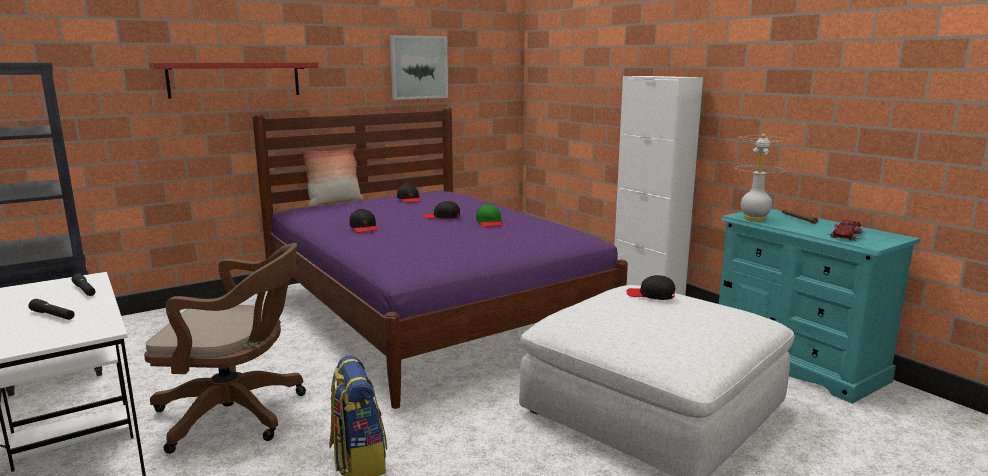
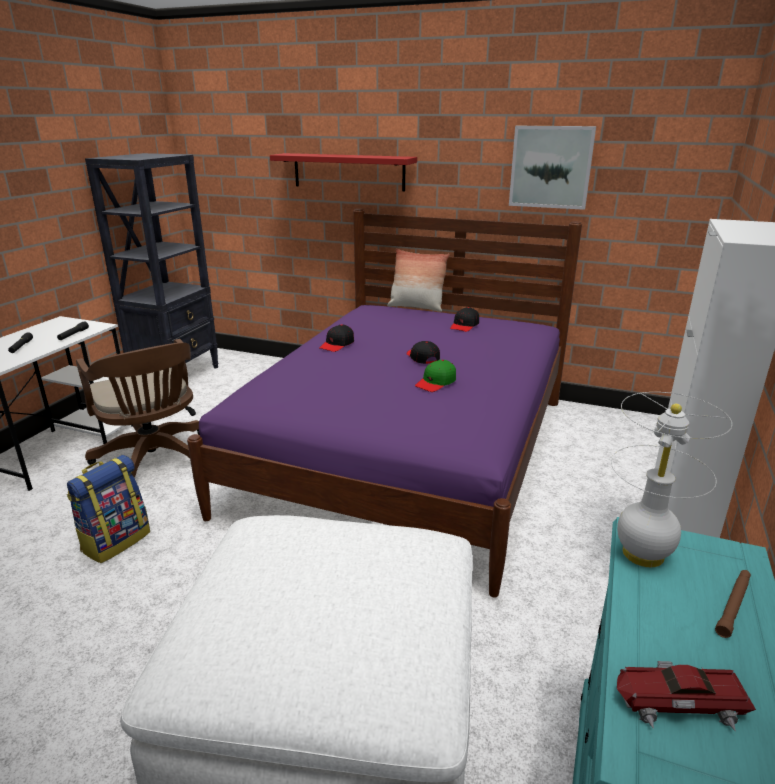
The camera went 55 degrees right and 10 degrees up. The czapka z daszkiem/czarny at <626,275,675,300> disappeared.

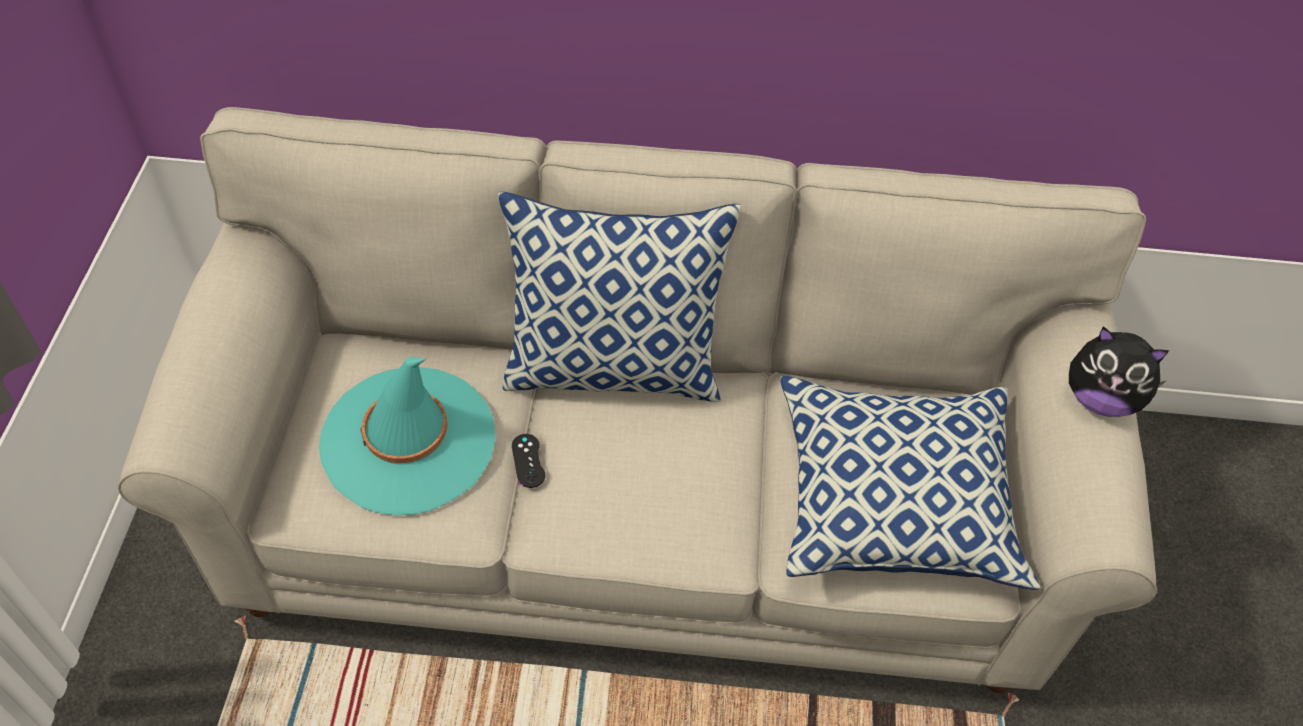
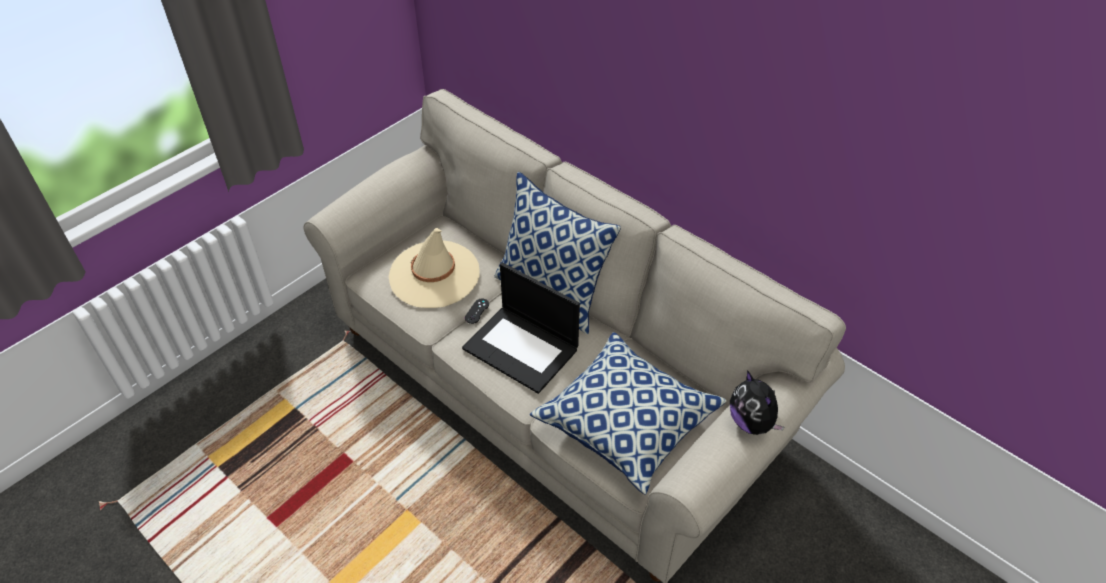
The camera went 40 degrees right and 5 degrees down. The kapelusz/turkusowy at <319,357,495,515> became the kapelusz/beżowy at <389,228,479,308>. The laptop at <462,262,580,394> appeared.

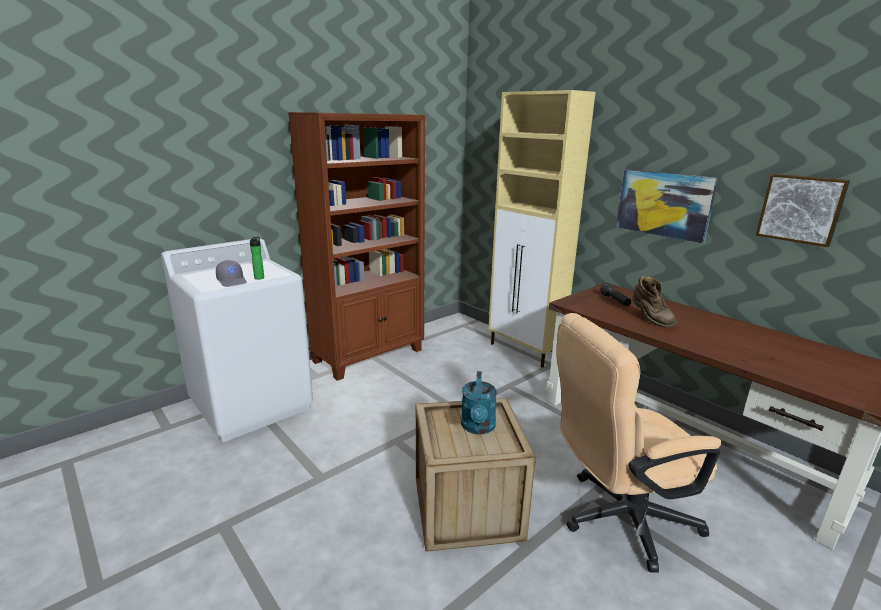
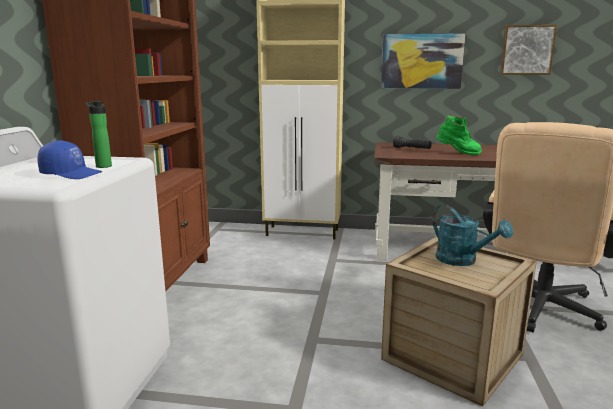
The camera went 40 degrees left and 5 degrees down. The czapka z daszkiem/szary at <216,260,247,287> became the czapka z daszkiem/niebieski at <37,140,103,179>. The but z cholewką/brązowy at <632,276,677,328> became the but z cholewką/zielony at <437,115,482,155>.

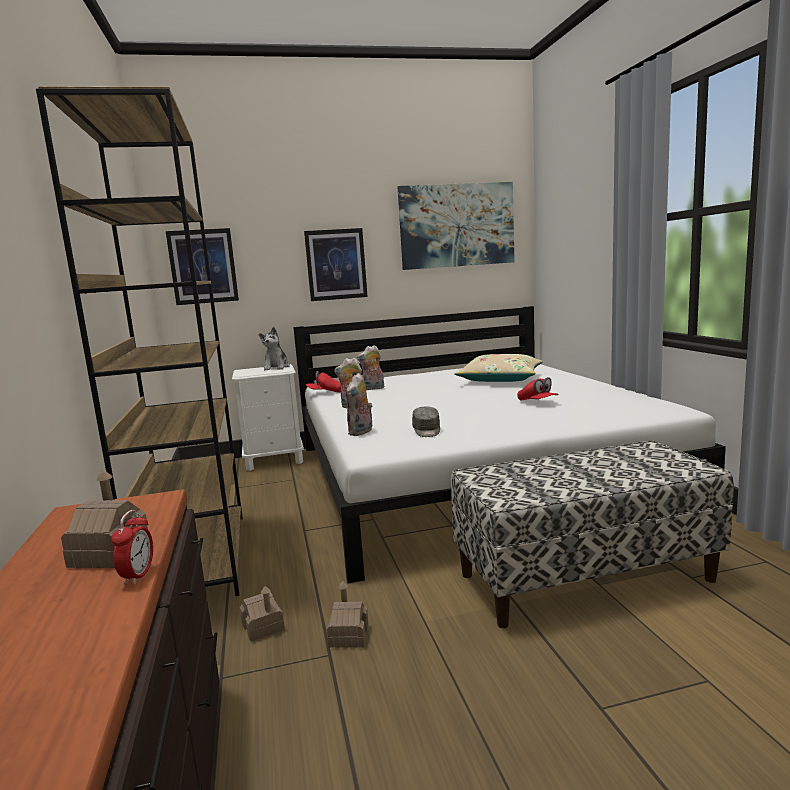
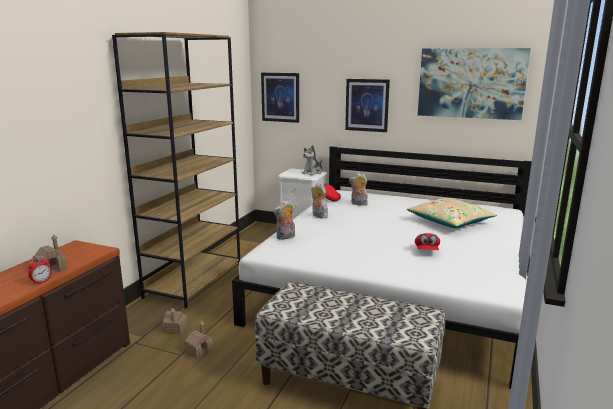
The camera went 35 degrees right and 5 degrees up. The czapka z daszkiem/szary at <412,406,440,437> disappeared.

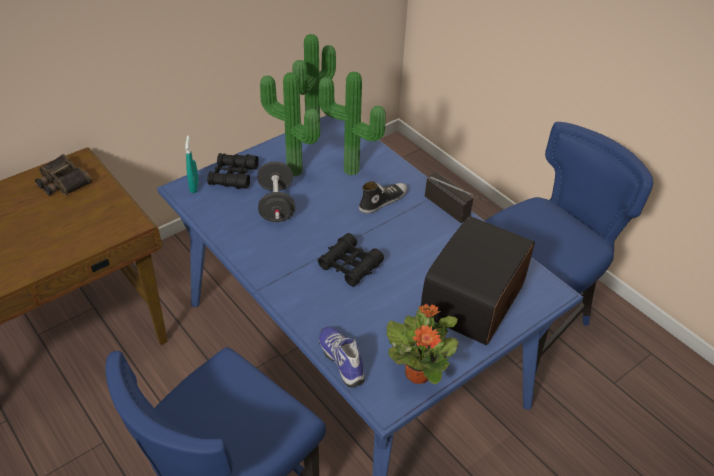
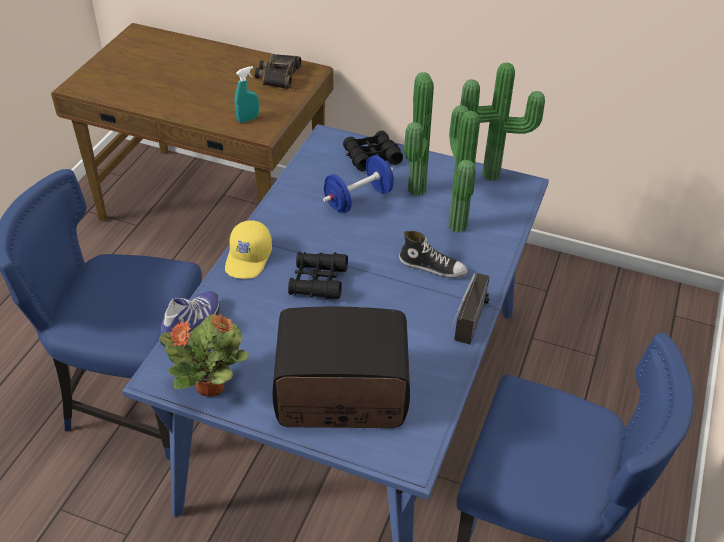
The camera went 60 degrees right and 0 degrees up. The czapka z daszkiem/żółty at <225,220,272,279> appeared. The spryskiwacz/turkusowy moved from <185,135,198,193> to <235,66,259,123>. The hantel/czarny at <257,162,295,222> became the hantel/niebieski at <323,155,394,213>.

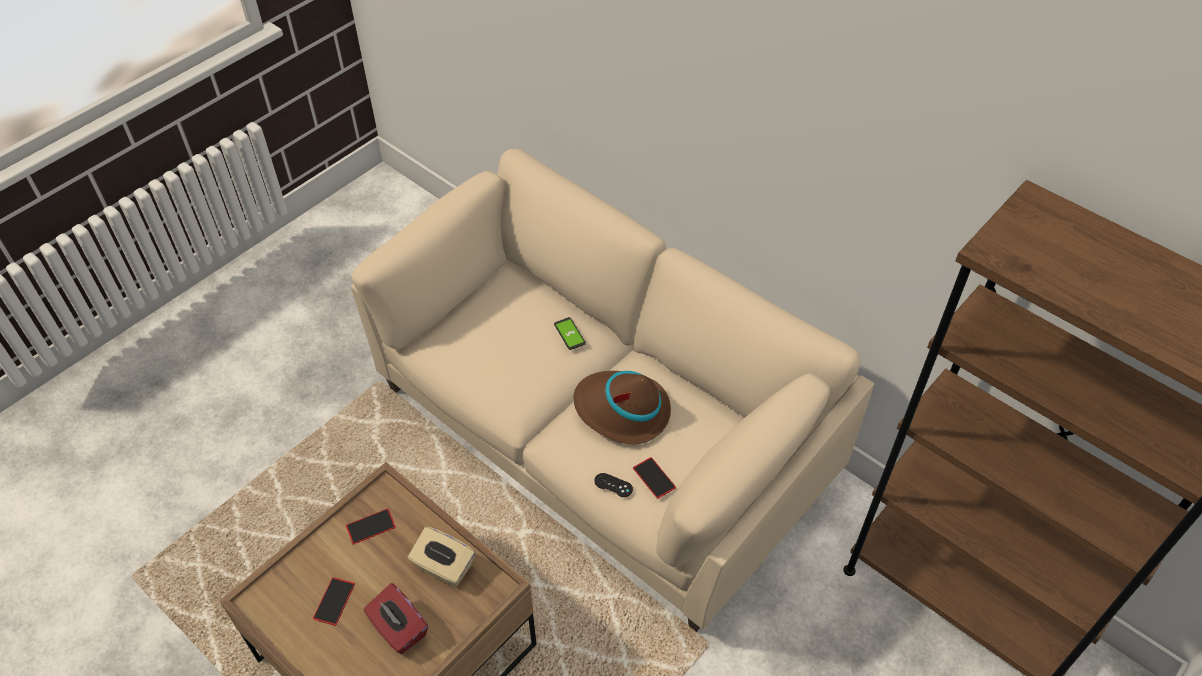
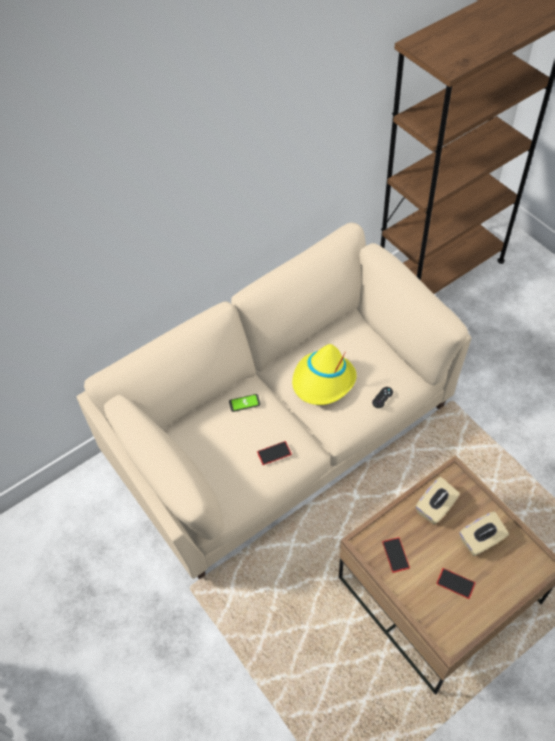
The camera went 75 degrees left and 5 degrees up. The telefon moved from <633,457,676,499> to <257,441,292,465>. The kapelusz/brązowy at <573,371,671,444> became the kapelusz/żółty at <292,344,357,405>. The pudełko chusteczek/czerwony at <364,583,428,654> became the pudełko chusteczek/beżowy at <459,511,509,556>.

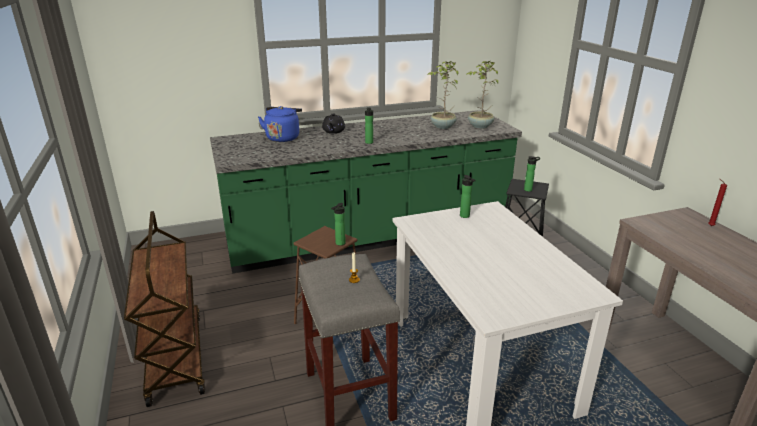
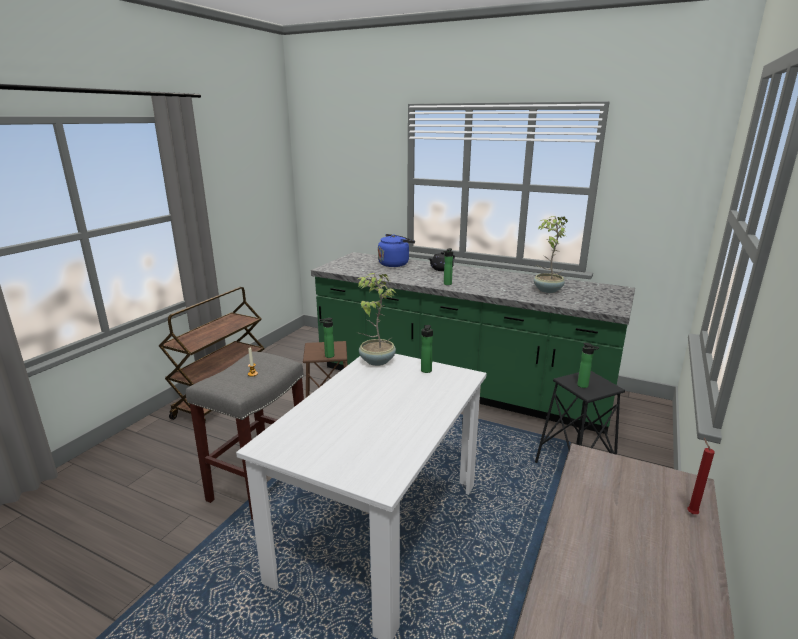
The camera went 45 degrees right and 5 degrees down. The roślina doniczkowa moved from <467,61,498,129> to <358,273,397,366>.

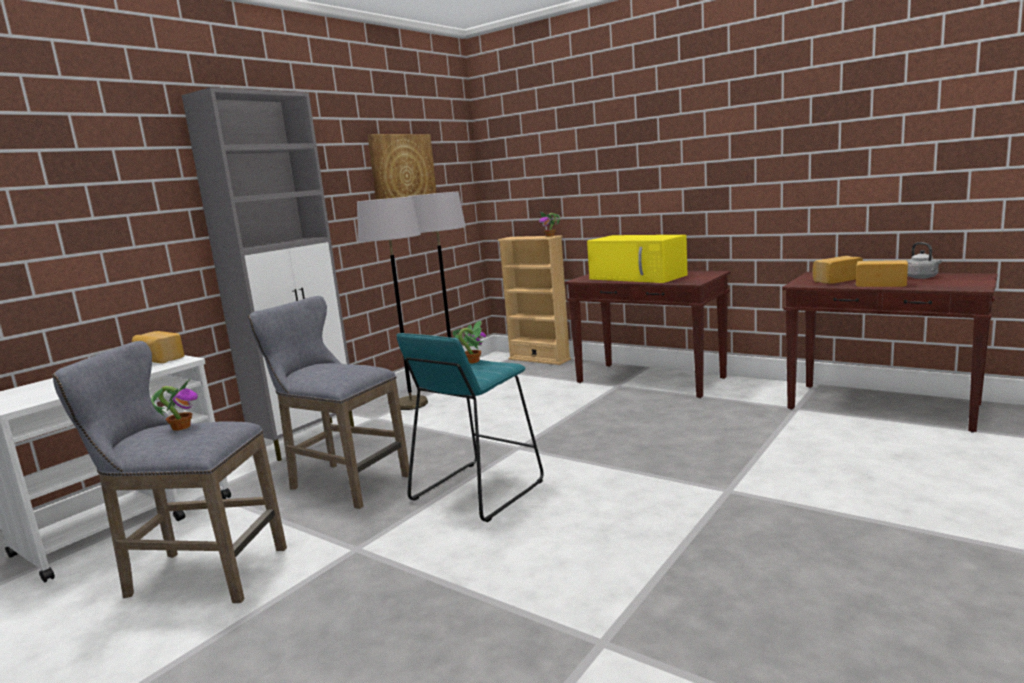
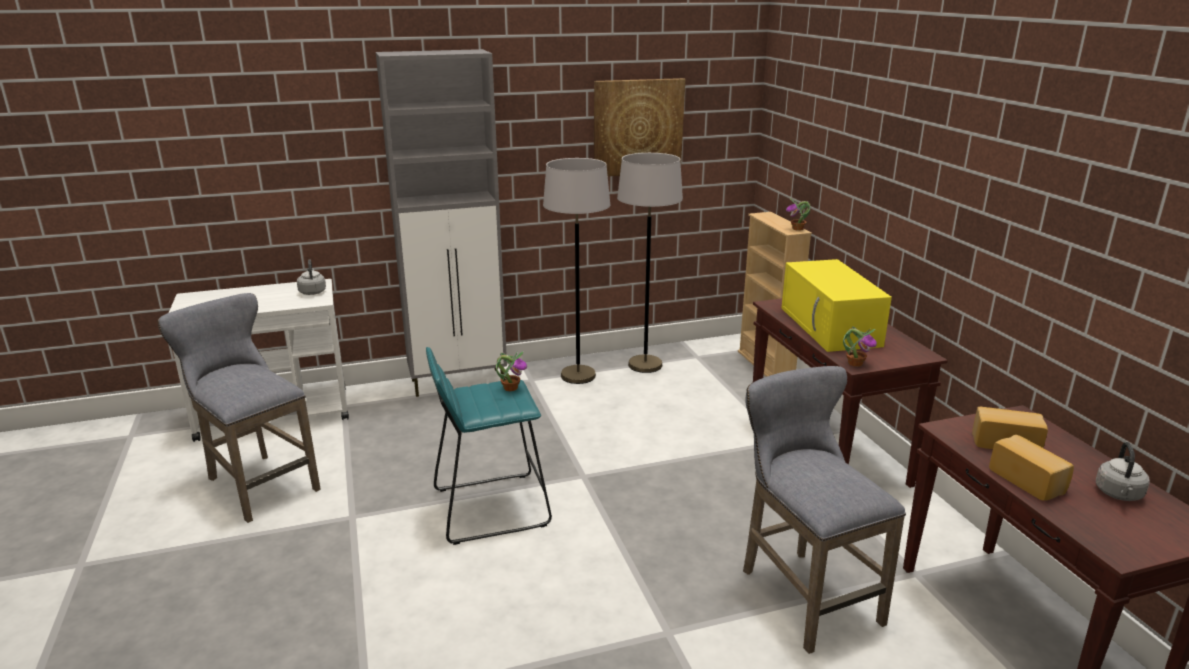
The camera went 35 degrees right and 10 degrees up. The chleb at <132,331,184,363> was replaced by the czajnik/szary at <297,259,326,295>. The stołek/szary moved from <248,296,409,509> to <743,366,906,654>. The roślina doniczkowa moved from <151,379,198,431> to <843,326,877,367>.

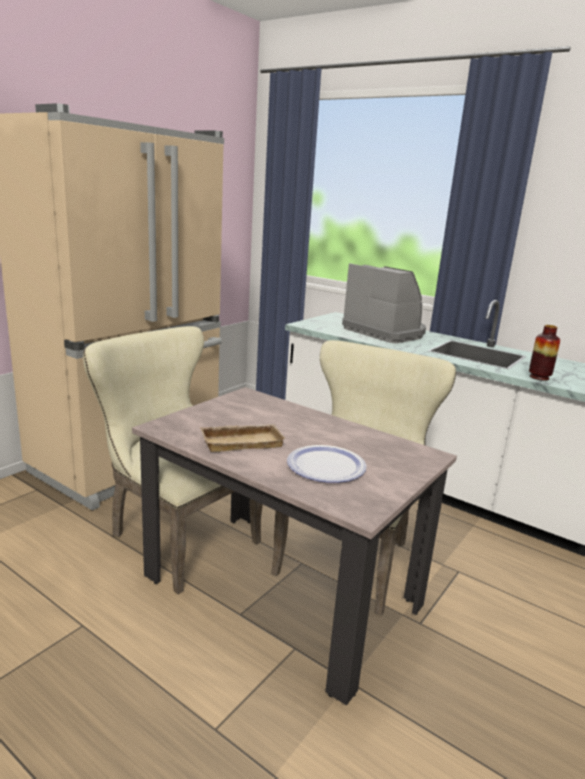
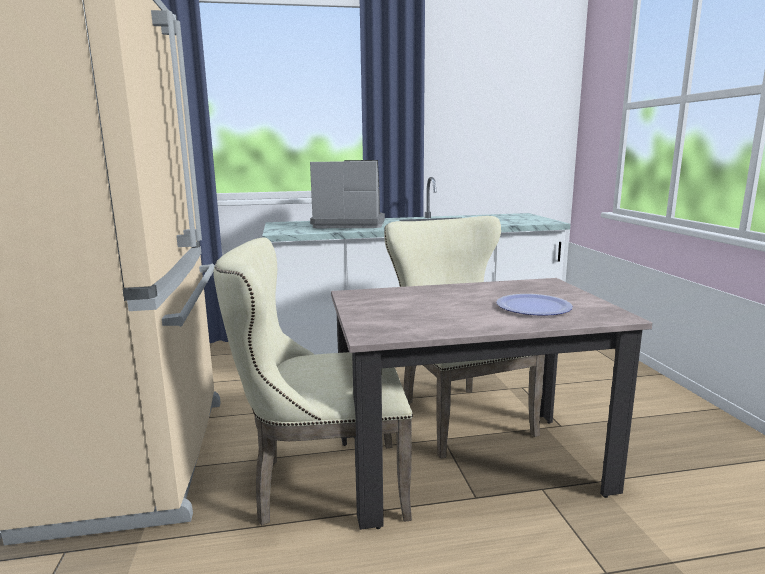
The camera went 45 degrees left and 5 degrees down. The taca/beżowy at <200,424,286,452> disappeared. The wazon at <529,325,560,381> disappeared.

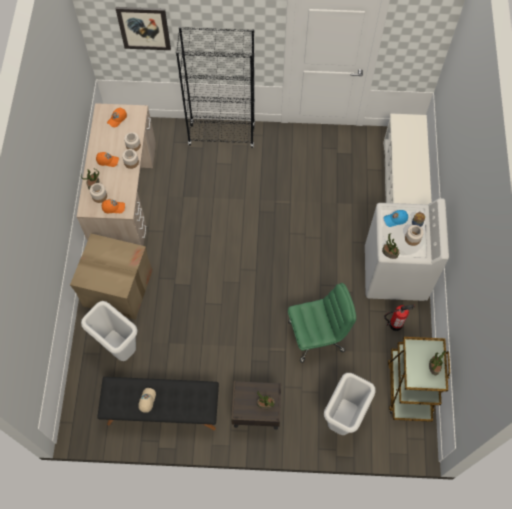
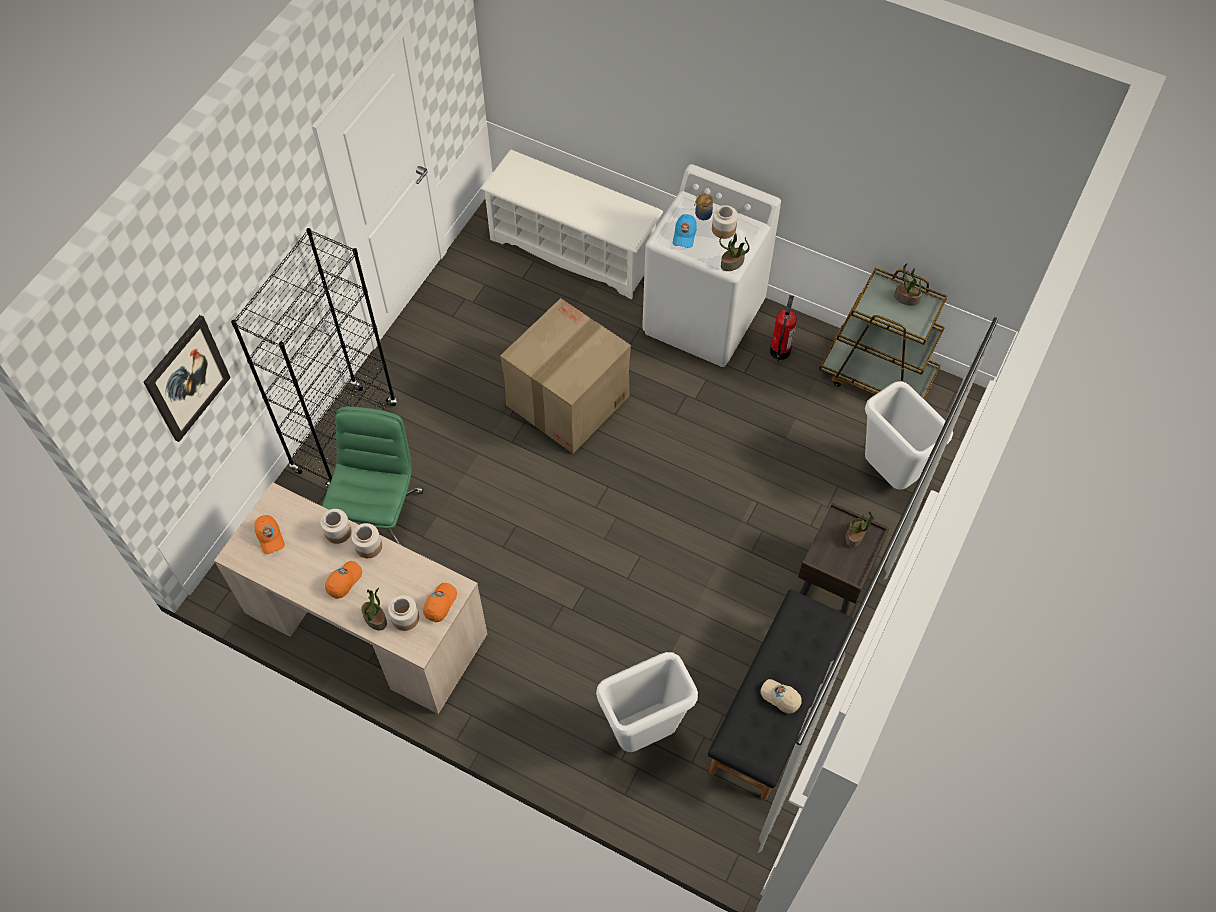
The camera went 65 degrees left and 5 degrees down. The krzesło biurowe/zielony moved from <288,283,356,363> to <322,406,423,546>. The karton moved from <70,233,153,320> to <500,298,631,454>.

